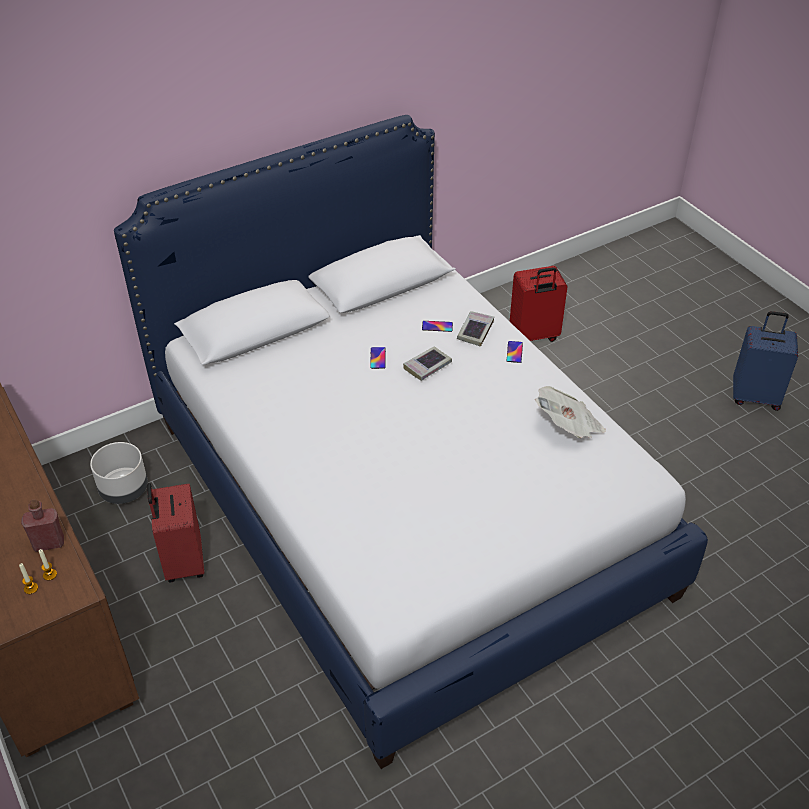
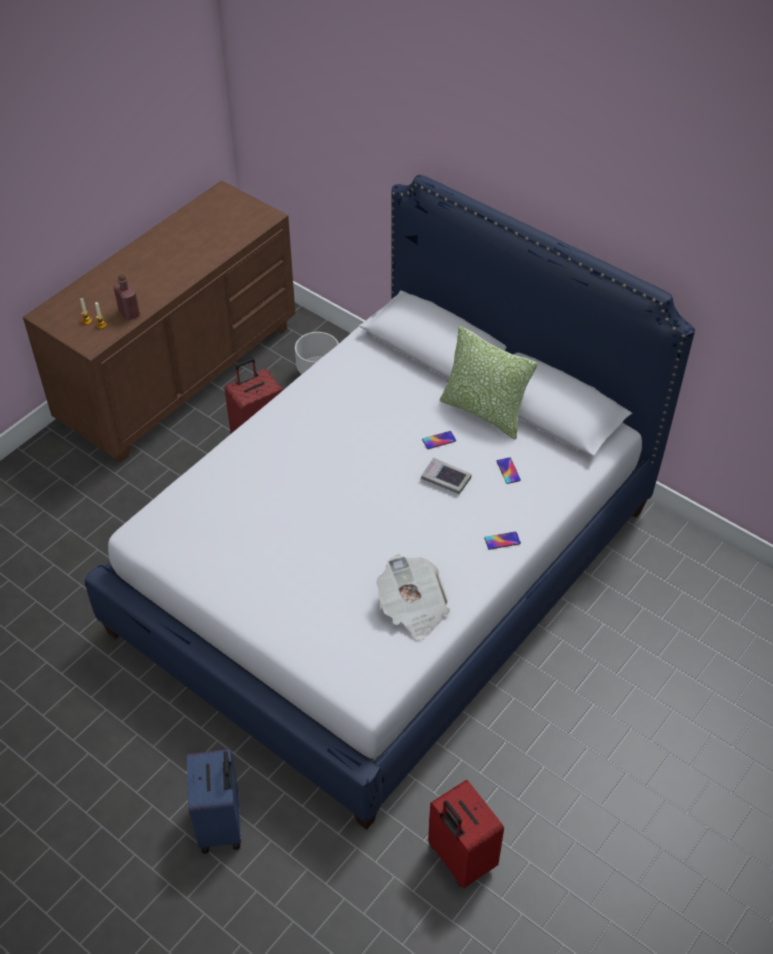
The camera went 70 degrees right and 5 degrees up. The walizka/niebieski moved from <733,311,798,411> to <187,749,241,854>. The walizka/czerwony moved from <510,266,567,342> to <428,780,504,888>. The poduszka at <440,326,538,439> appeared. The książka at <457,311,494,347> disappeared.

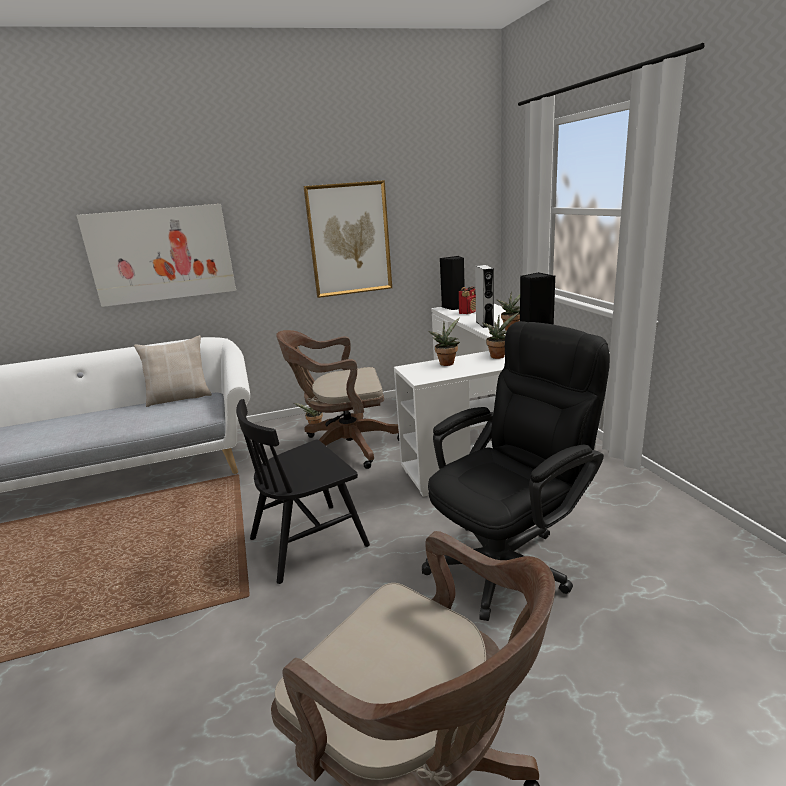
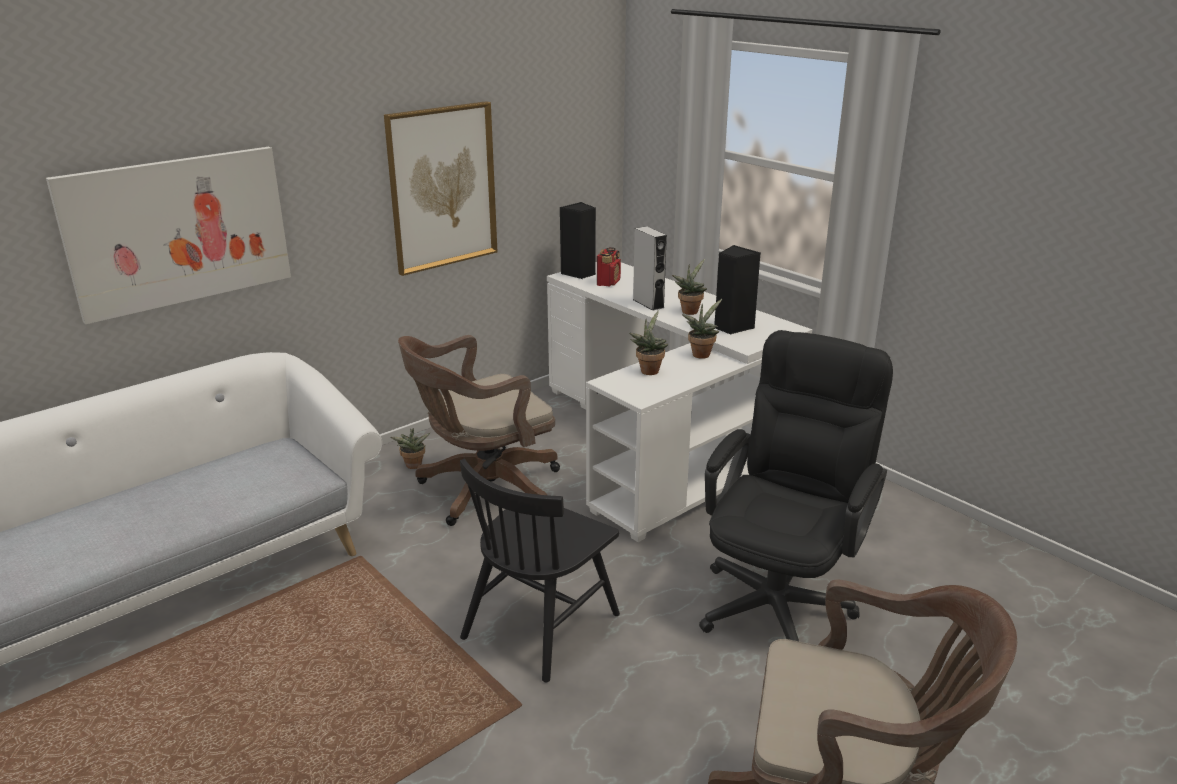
The camera went 25 degrees left and 5 degrees up. The poduszka/beżowy at <134,335,212,407> disappeared.

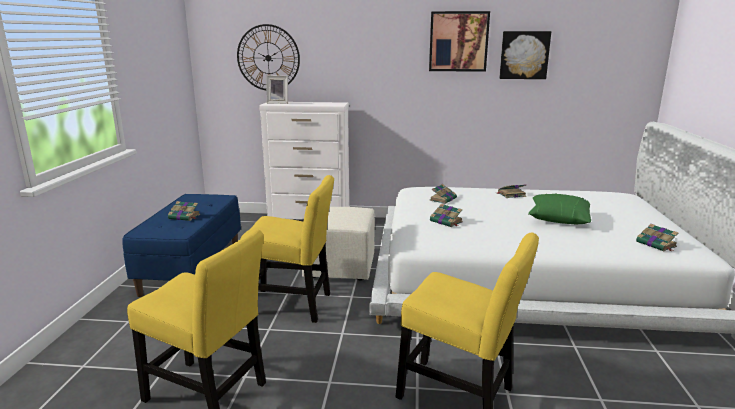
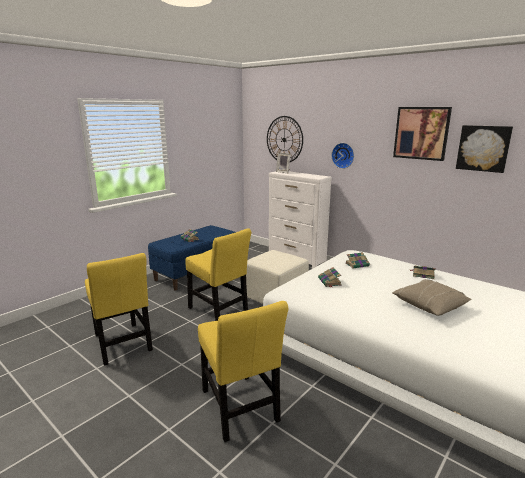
The camera went 35 degrees right and 0 degrees up. The zegar ścienny at <331,143,354,169> appeared. The poduszka/zielony at <528,194,591,224> became the poduszka/beżowy at <392,279,471,316>. The książka at <636,224,679,251> disappeared.

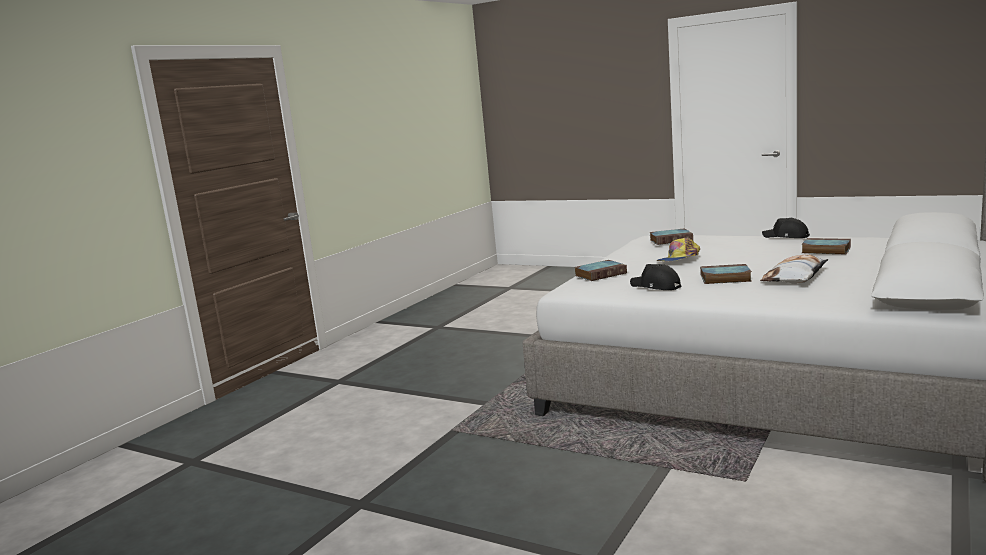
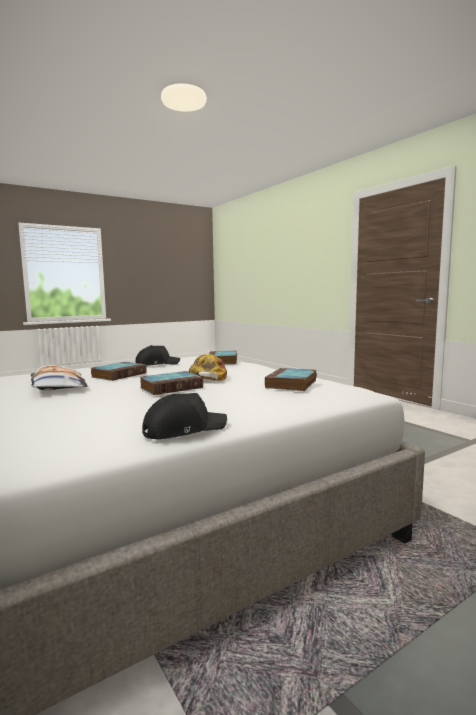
The camera went 115 degrees right and 5 degrees down. The książka moved from <801,238,851,254> to <140,371,203,395>.

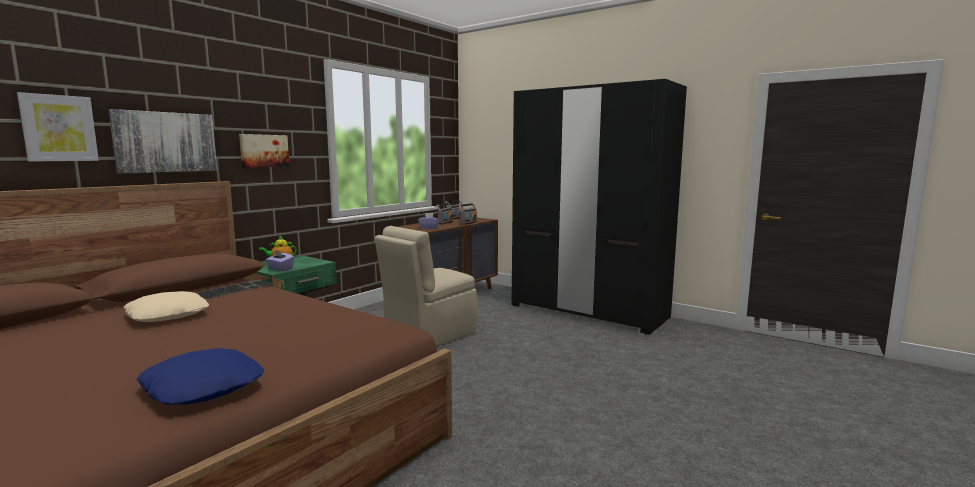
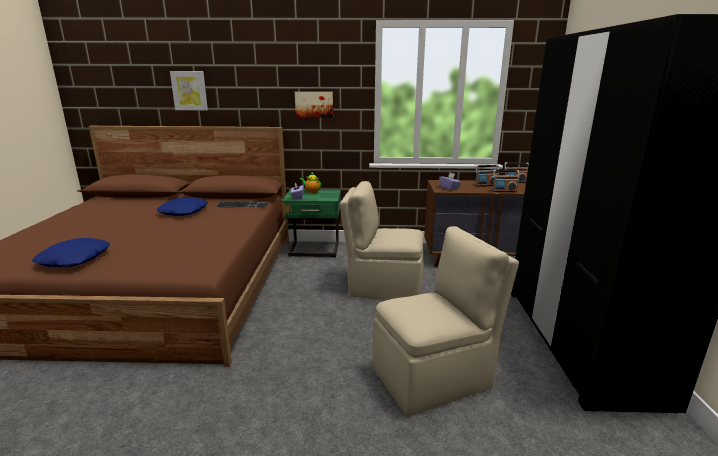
The camera went 55 degrees right and 10 degrees up. The poduszka/beżowy at <124,291,209,322> became the poduszka/niebieski at <157,197,208,216>. The krzesło/beżowy at <372,226,519,416> appeared. The obraz at <109,109,217,174> disappeared.

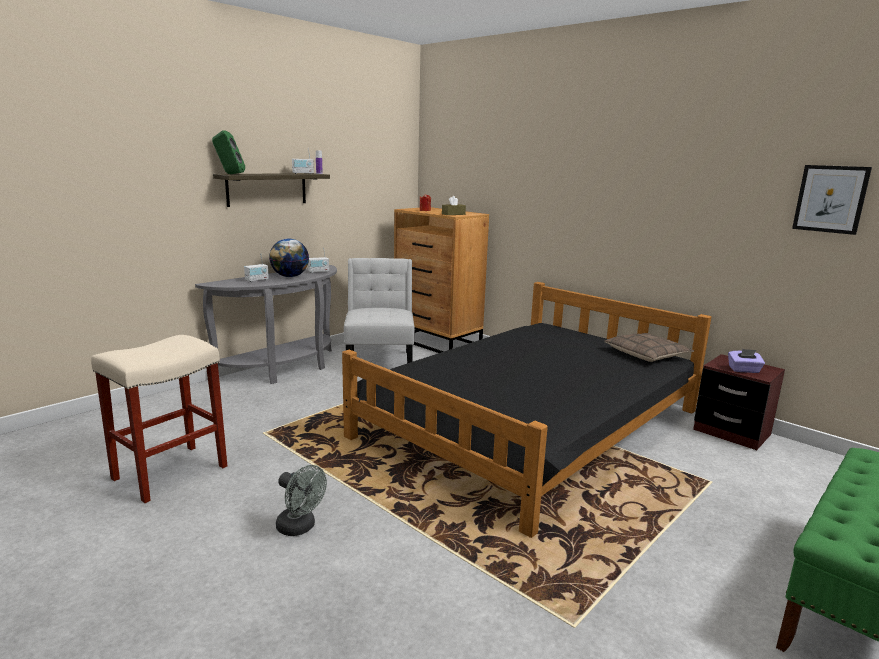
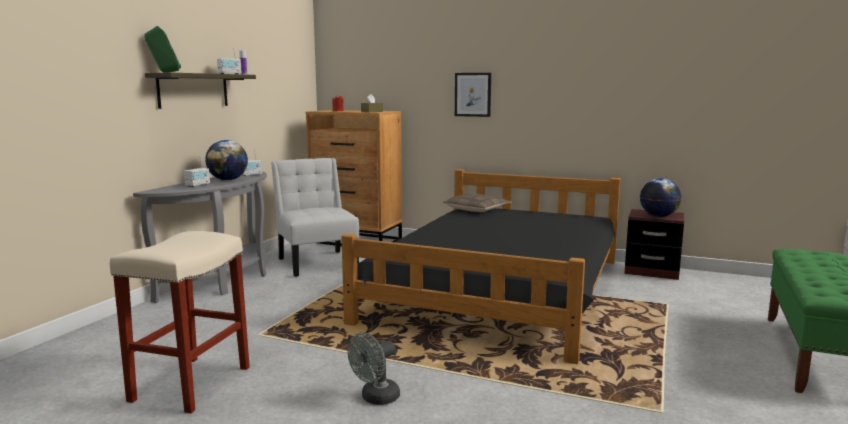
The camera went 20 degrees left and 5 degrees down. The wentylator/szary at <276,465,327,536> turned 120 degrees clockwise. The poduszka moved from <604,333,694,362> to <443,194,511,212>. The obraz moved from <792,165,872,235> to <455,73,491,117>. The pudełko chusteczek/fioletowy at <728,349,765,373> was replaced by the globus at <640,178,682,217>.

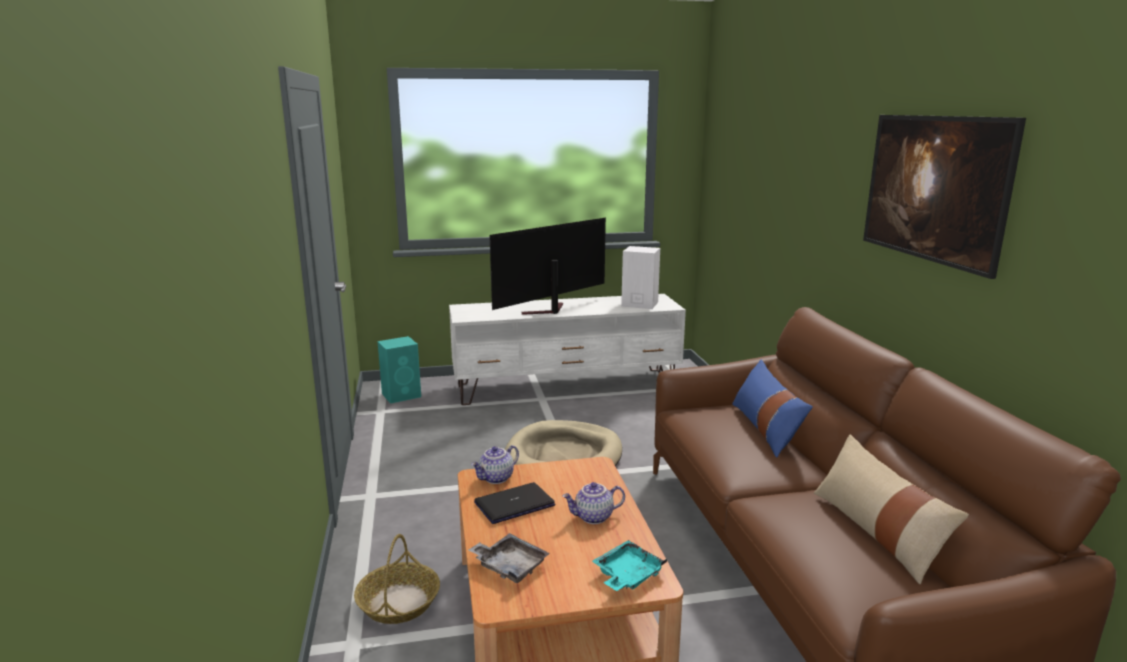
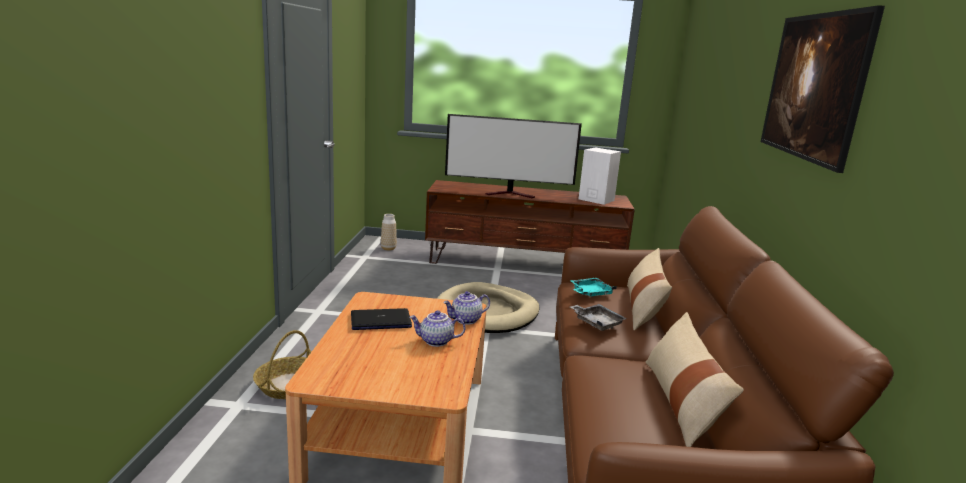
The camera went 15 degrees right and 0 degrees up. The głośnik/turkusowy at <378,336,421,404> was replaced by the wazon at <381,214,397,251>. The szafka pod telewizor/biały at <449,294,686,405> became the szafka pod telewizor/brązowy at <425,180,635,264>. The imbryk moved from <471,445,519,484> to <443,291,490,325>. The telewizor at <490,218,606,315> turned 150 degrees counterclockwise. The taca/turkusowy moved from <592,540,668,591> to <570,278,617,297>. The taca/szary moved from <469,533,550,583> to <570,304,627,331>. The poduszka/niebieski at <732,360,813,458> became the poduszka/beżowy at <627,248,672,331>.

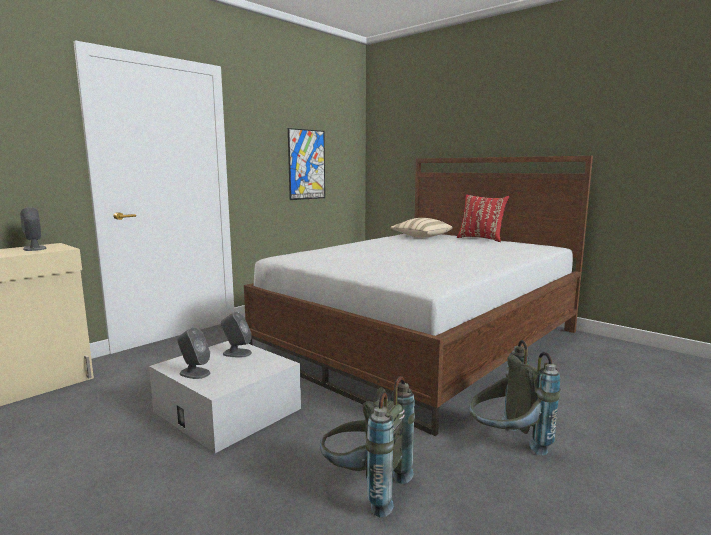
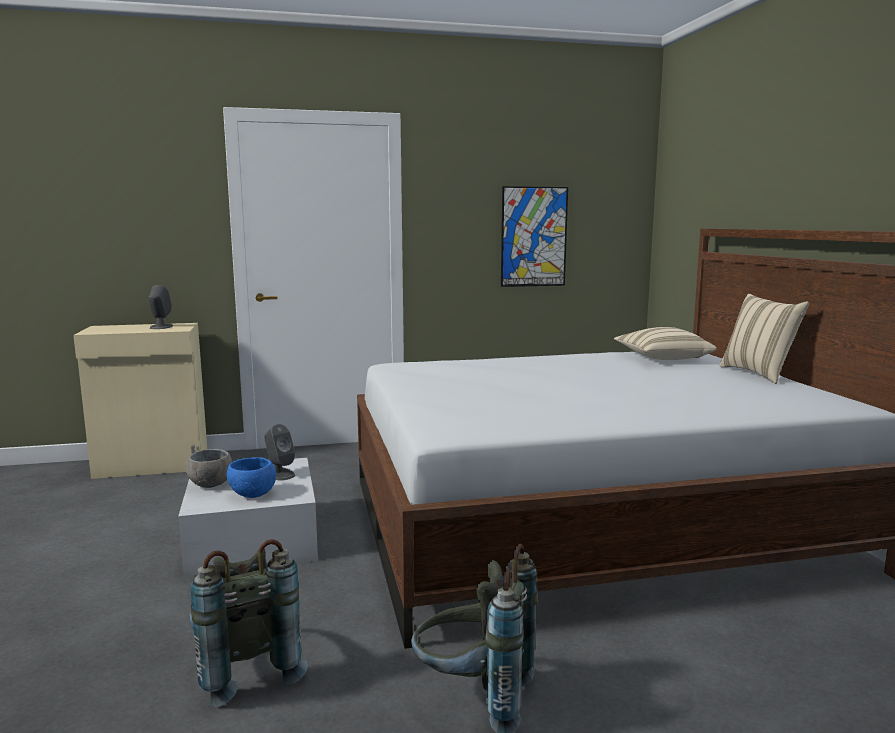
The camera went 35 degrees right and 0 degrees up. The głośnik/szary at <177,327,211,379> was replaced by the miska/szary at <185,449,232,488>. The miska/niebieski at <227,457,276,498> appeared. The poduszka/czerwony at <457,194,509,242> became the poduszka/beżowy at <719,294,809,384>.

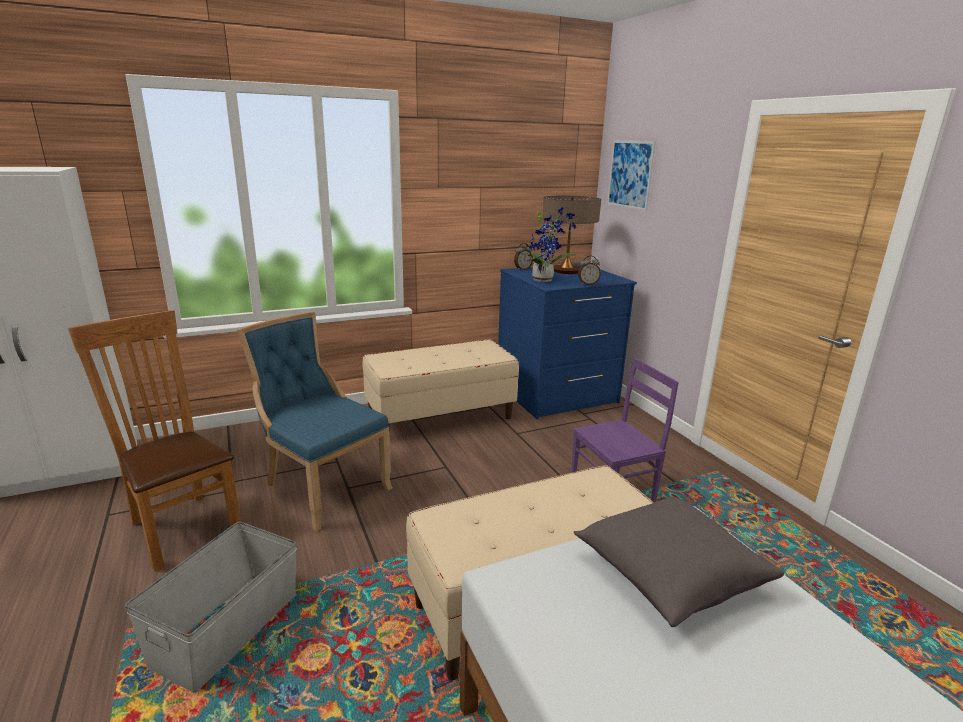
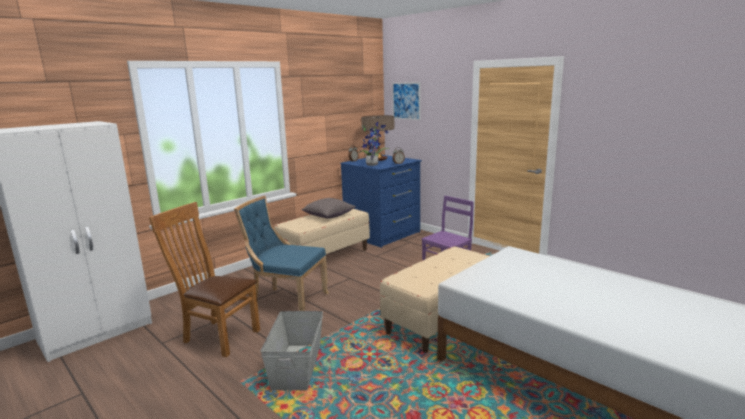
The camera went 20 degrees left and 5 degrees down. The poduszka/szary moved from <574,496,784,627> to <301,198,356,219>.

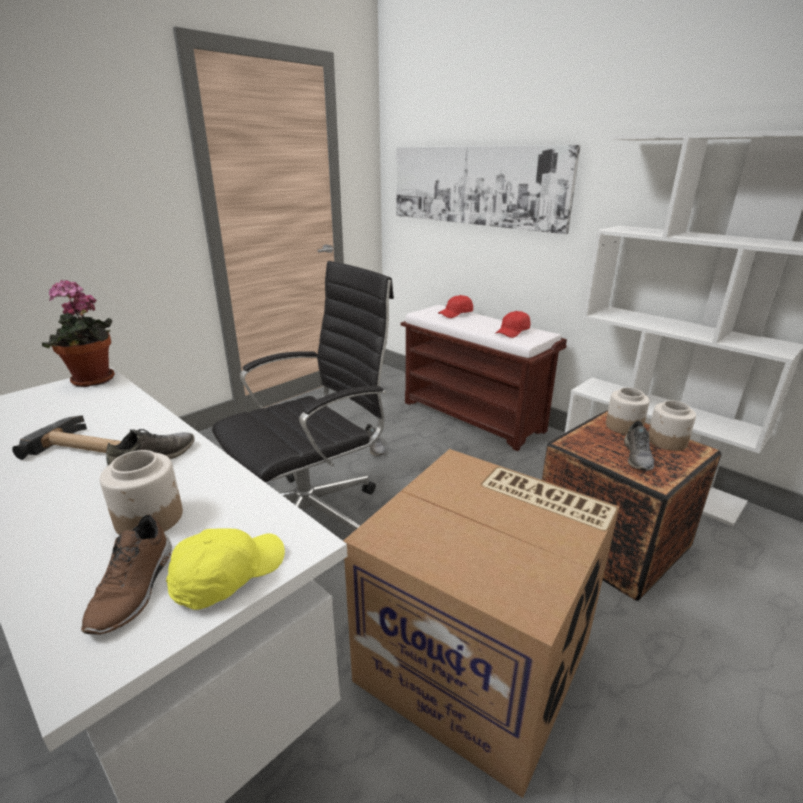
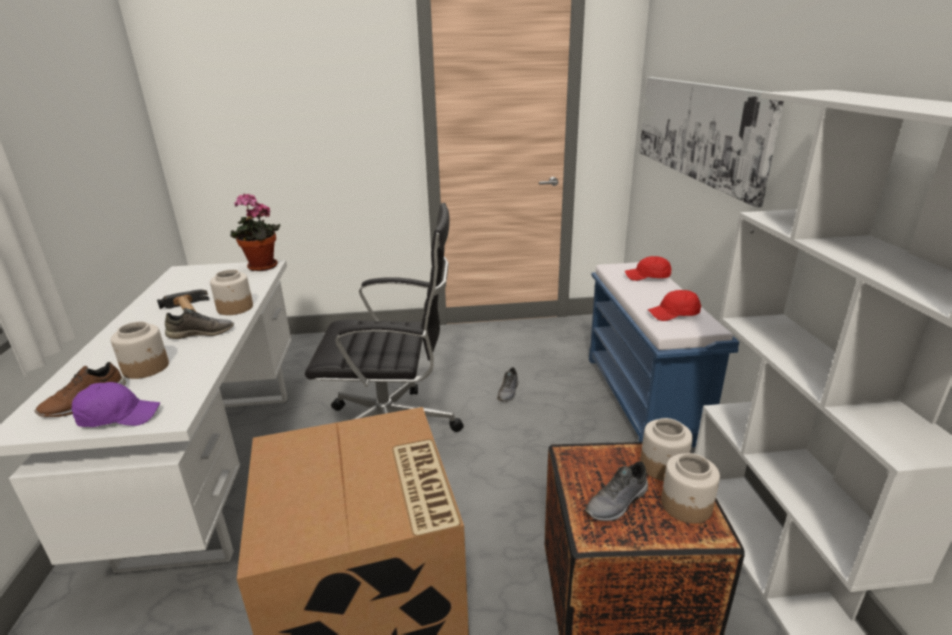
The camera went 40 degrees right and 0 degrees up. The czapka z daszkiem/żółty at <166,528,285,610> became the czapka z daszkiem/fioletowy at <71,382,160,427>. The słoik at <210,269,253,315> appeared. The ławka/brązowy at <401,305,567,451> became the ławka/niebieski at <589,262,739,447>.

